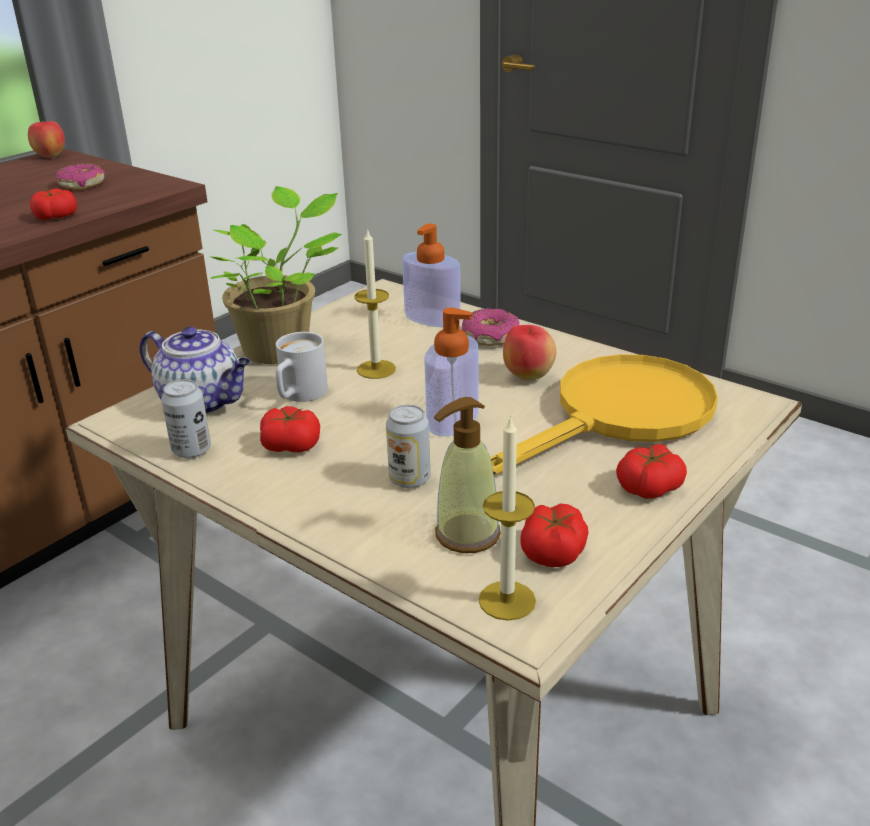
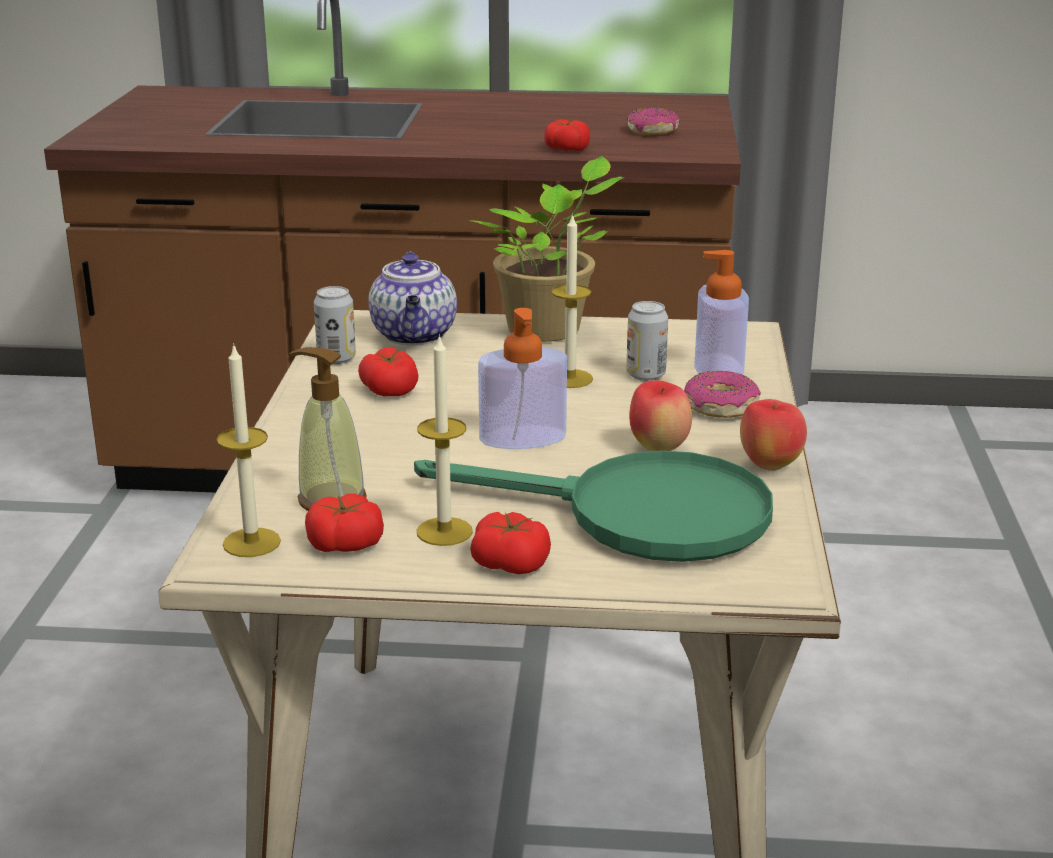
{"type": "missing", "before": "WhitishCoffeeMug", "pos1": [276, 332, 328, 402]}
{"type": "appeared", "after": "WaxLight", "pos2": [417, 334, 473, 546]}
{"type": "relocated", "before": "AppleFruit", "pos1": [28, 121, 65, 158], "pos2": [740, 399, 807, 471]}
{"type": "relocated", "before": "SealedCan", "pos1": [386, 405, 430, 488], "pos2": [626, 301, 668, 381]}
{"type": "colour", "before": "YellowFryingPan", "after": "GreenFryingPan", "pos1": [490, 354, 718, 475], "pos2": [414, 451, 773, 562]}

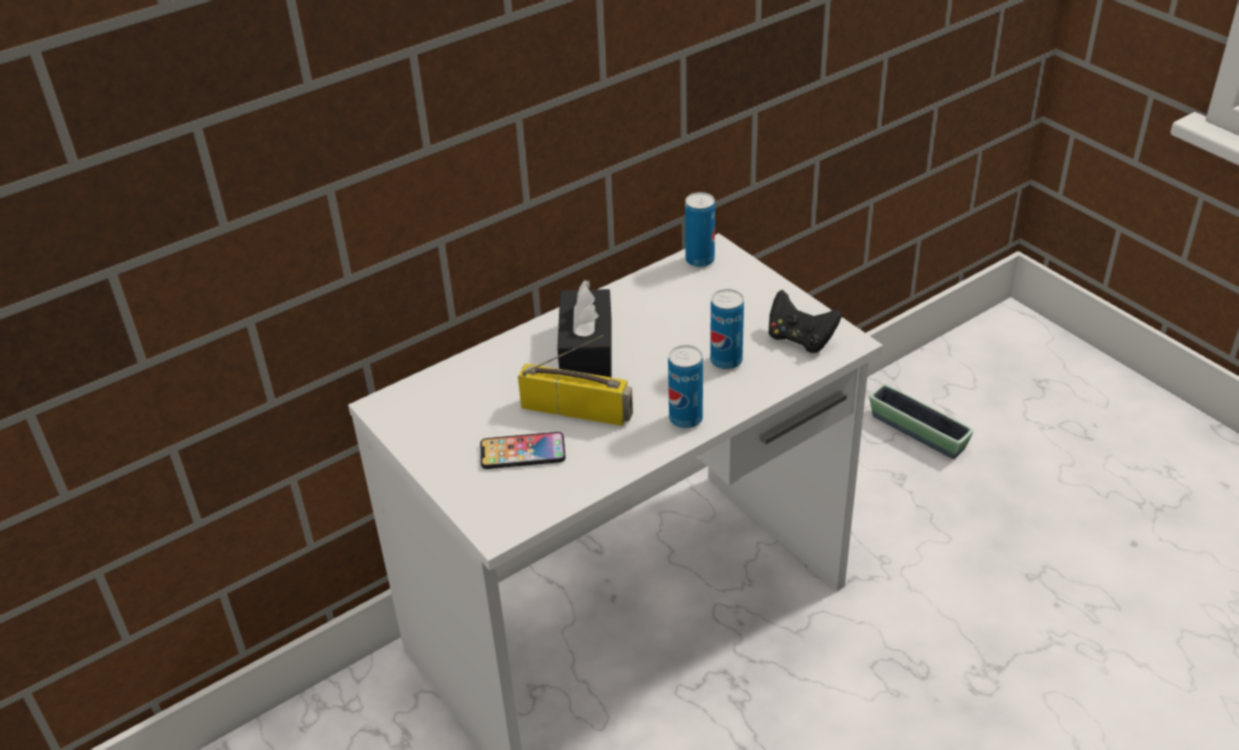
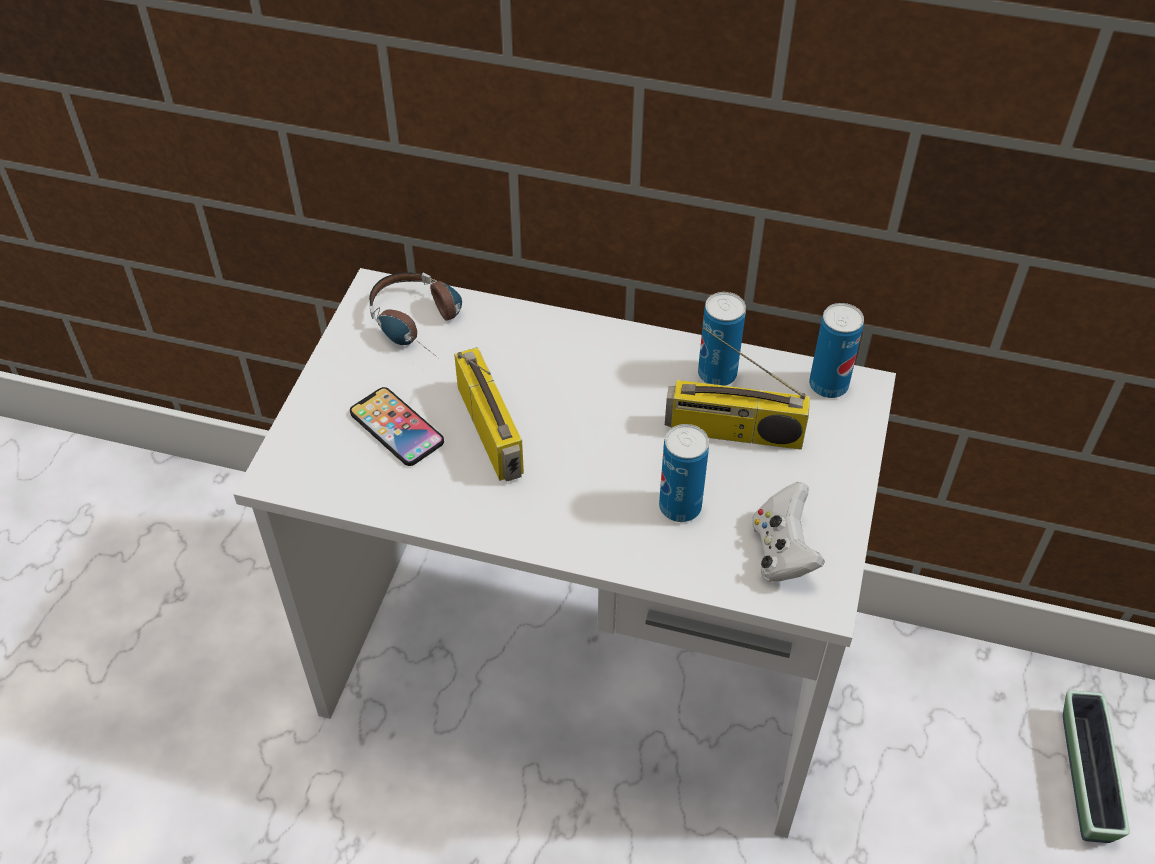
{"type": "missing", "before": "BlackBoxOfTissues", "pos1": [557, 280, 612, 378]}
{"type": "appeared", "after": "Headphones", "pos2": [369, 273, 462, 358]}
{"type": "appeared", "after": "RadioReceiver", "pos2": [665, 327, 810, 450]}
{"type": "relocated", "before": "SealedCan", "pos1": [668, 345, 703, 429], "pos2": [698, 292, 746, 386]}
{"type": "colour", "before": "BlackGameController", "after": "WhitishGameController", "pos1": [768, 290, 842, 353], "pos2": [752, 482, 825, 582]}

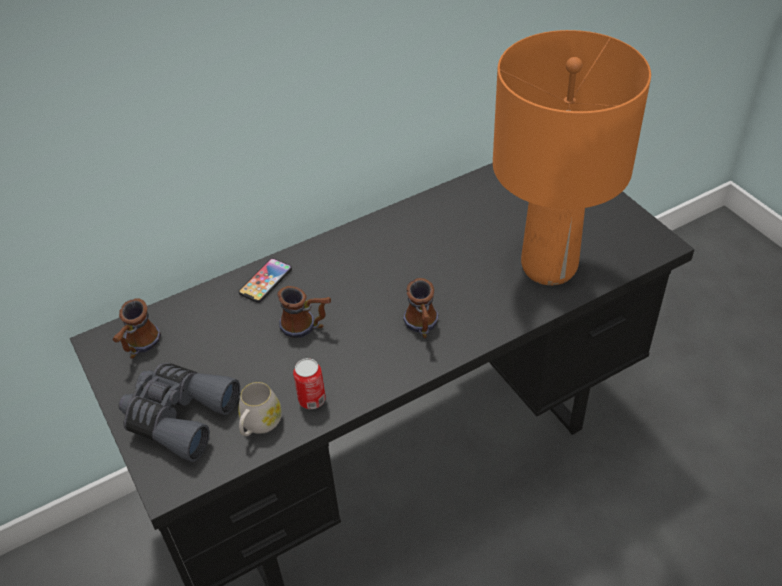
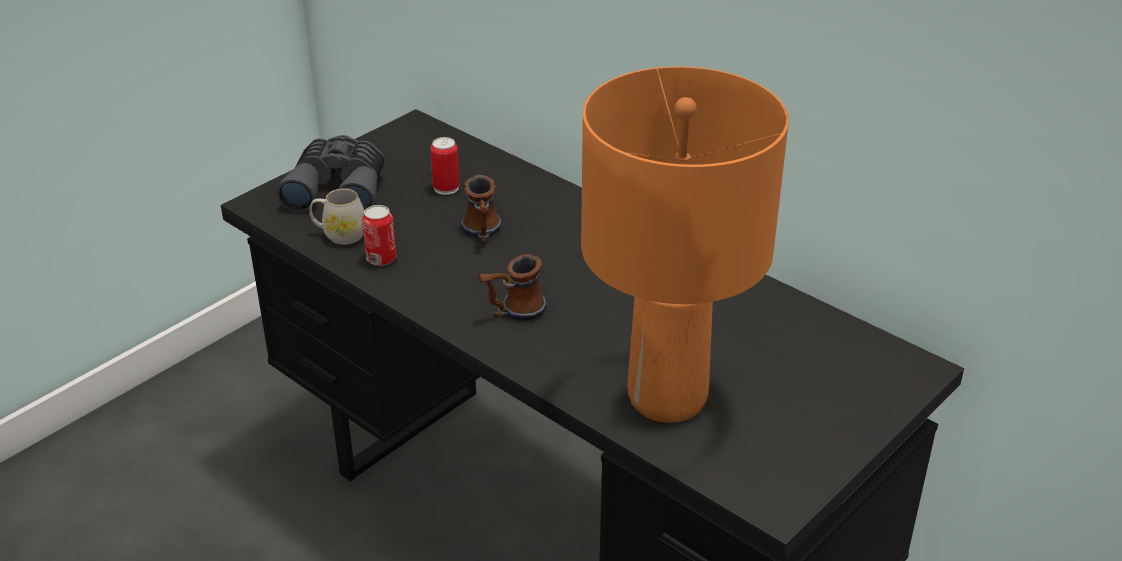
{"type": "missing", "before": "CoffeeMug", "pos1": [112, 299, 161, 358]}
{"type": "missing", "before": "Telephone", "pos1": [239, 258, 292, 303]}
{"type": "appeared", "after": "SealedCan", "pos2": [430, 137, 460, 195]}

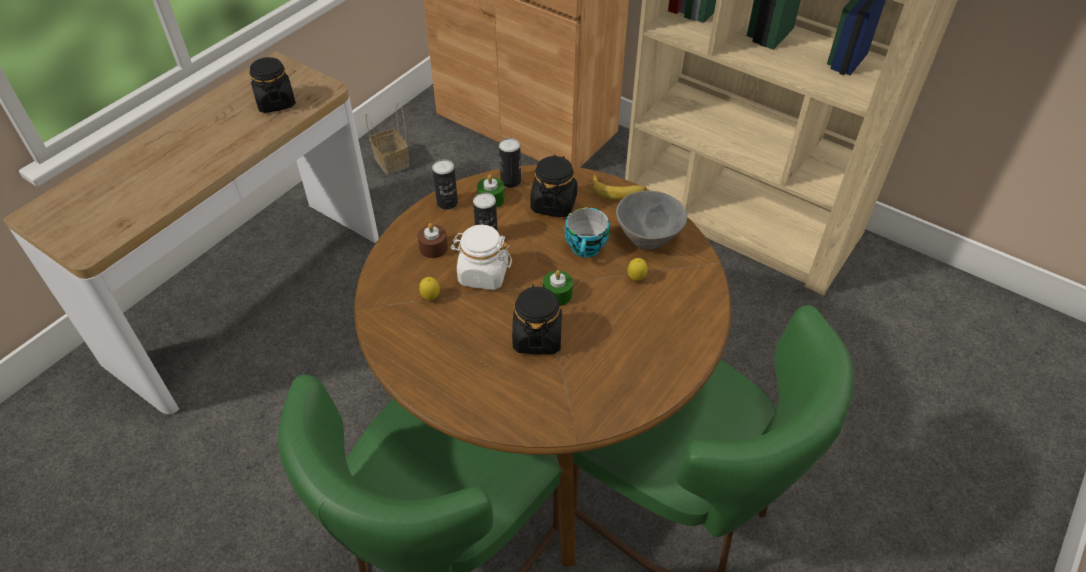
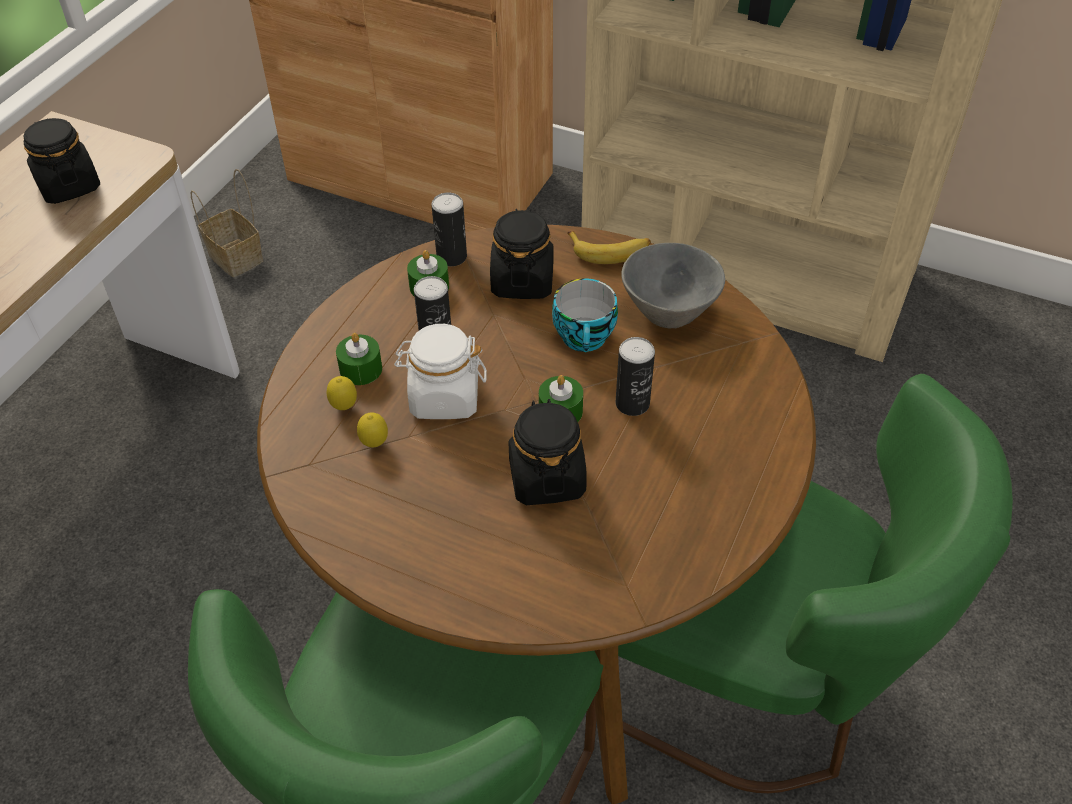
{"type": "relocated", "before": "SealedCan", "pos1": [432, 159, 458, 210], "pos2": [616, 337, 655, 416]}
{"type": "relocated", "before": "WholeLemon", "pos1": [628, 258, 648, 281], "pos2": [327, 376, 357, 410]}
{"type": "colour", "before": "BrownColouredWaxLight", "after": "GreenWaxLight", "pos1": [417, 223, 448, 258], "pos2": [336, 333, 382, 385]}

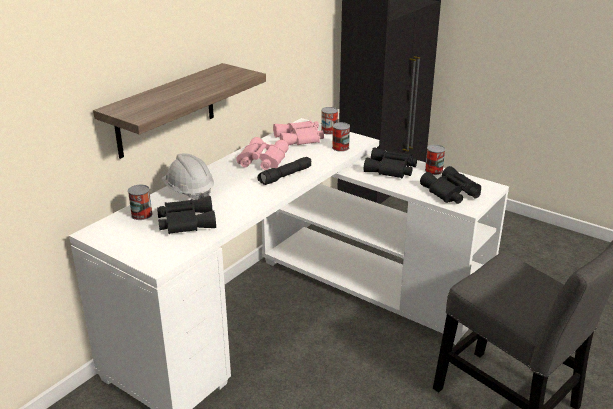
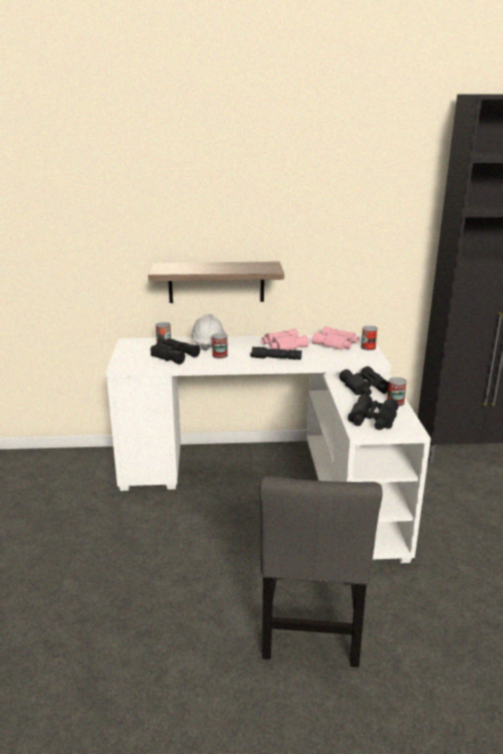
{"type": "relocated", "before": "SealedCan", "pos1": [332, 122, 350, 152], "pos2": [212, 333, 228, 359]}

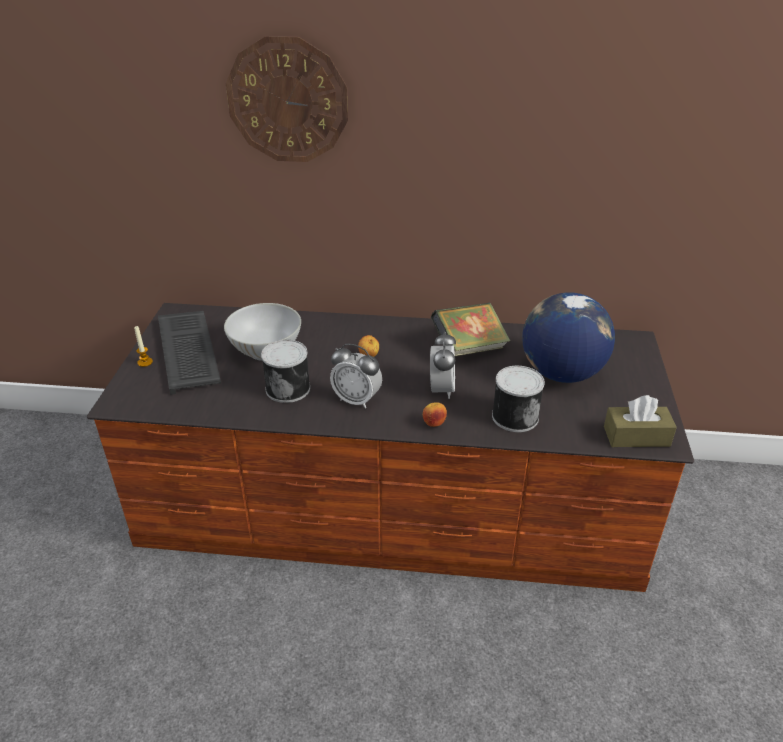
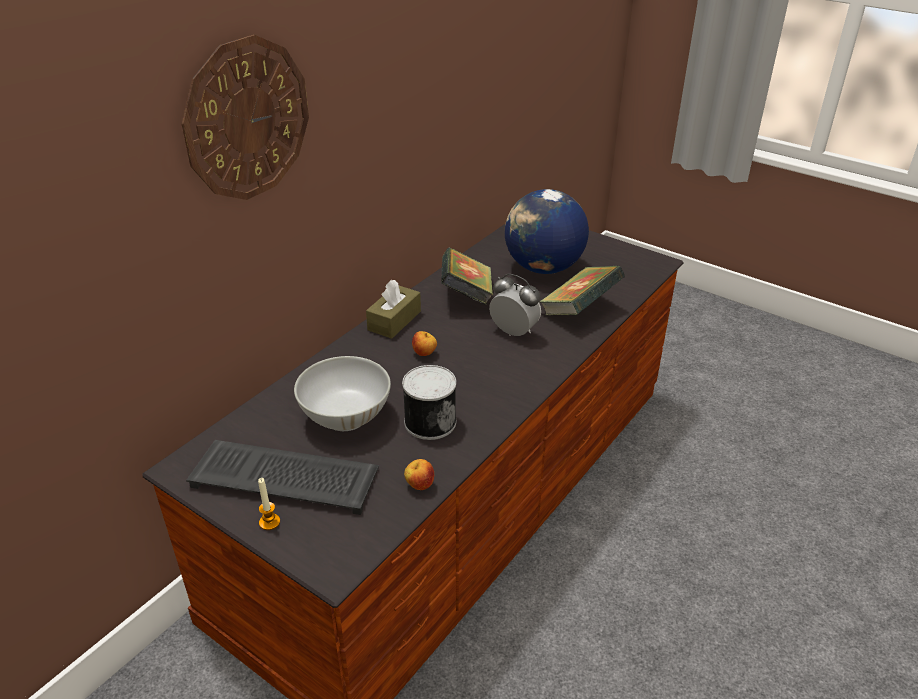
{"type": "missing", "before": "TableClock", "pos1": [330, 344, 382, 409]}
{"type": "relocated", "before": "AppleFruit", "pos1": [423, 402, 447, 427], "pos2": [404, 459, 434, 490]}
{"type": "relocated", "before": "BrownColouredBoxOfTissues", "pos1": [604, 395, 677, 447], "pos2": [366, 280, 421, 339]}
{"type": "exchanged", "before": "SealedCan", "after": "Book", "pos1": [492, 366, 545, 432], "pos2": [539, 266, 625, 316]}

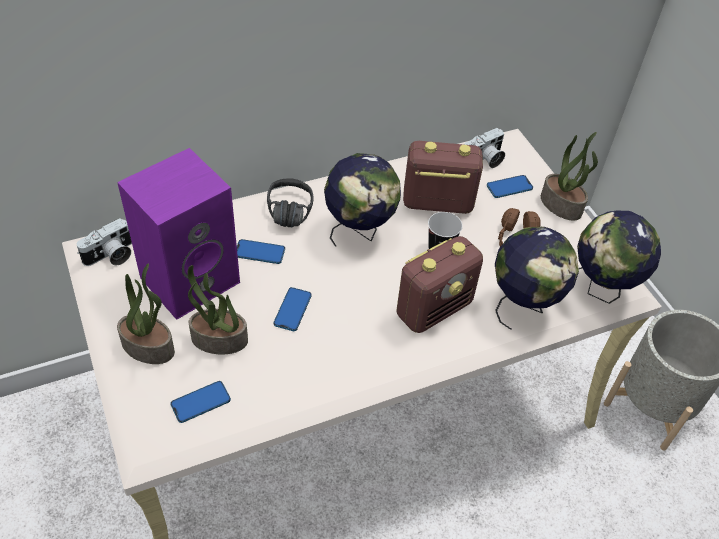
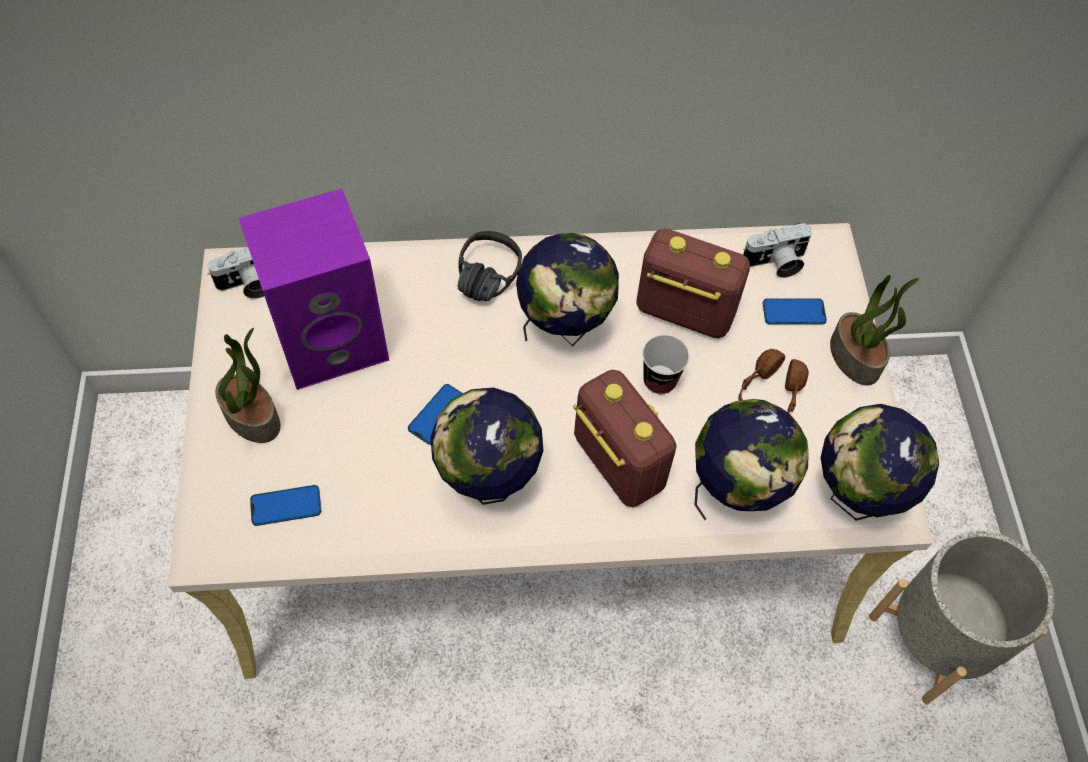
{"type": "missing", "before": "PottedPlant", "pos1": [188, 265, 248, 355]}
{"type": "missing", "before": "Telephone", "pos1": [237, 239, 285, 264]}
{"type": "appeared", "after": "WorldGlobe", "pos2": [430, 387, 544, 505]}
{"type": "spun", "before": "RadioReceiver", "pos1": [396, 236, 483, 333], "pos2": [572, 370, 676, 507], "turn": -105}

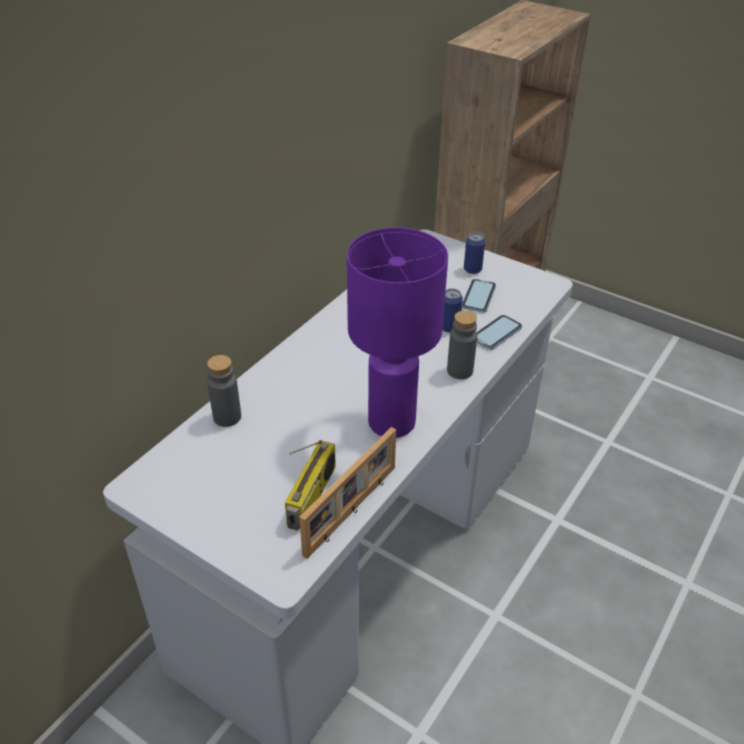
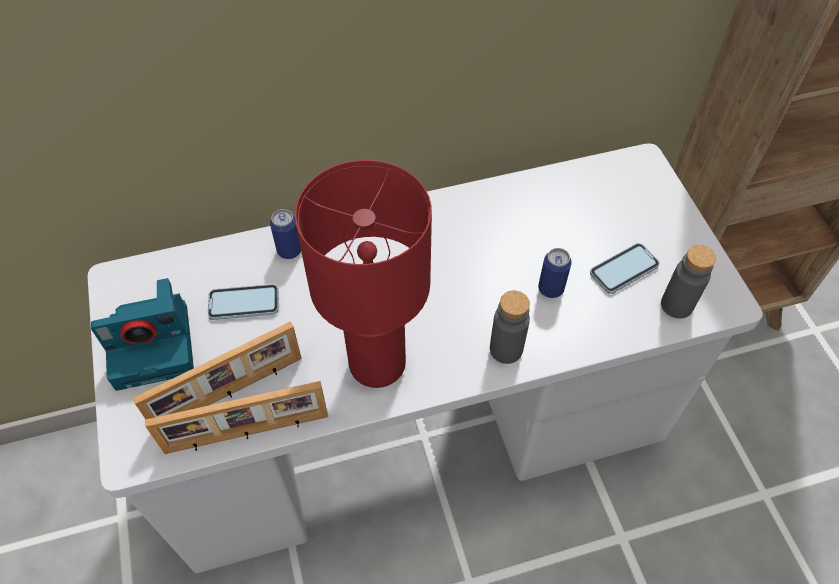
{"type": "appeared", "after": "PhotoCamera", "pos2": [91, 278, 194, 391]}
{"type": "relocated", "before": "GrayBeverageBottle", "pos1": [207, 355, 241, 427], "pos2": [661, 245, 716, 319]}
{"type": "relocated", "before": "SealedCan", "pos1": [464, 232, 485, 274], "pos2": [270, 209, 301, 259]}
{"type": "relocated", "before": "Telephone", "pos1": [477, 315, 522, 350], "pos2": [208, 284, 279, 320]}
{"type": "exchanged", "before": "RadioReceiver", "after": "PictureFrame", "pos1": [285, 440, 336, 531], "pos2": [133, 321, 302, 419]}
{"type": "colour", "before": "PurpleColouredLampForATable", "after": "RedColouredLampForATable", "pos1": [347, 227, 448, 438], "pos2": [295, 160, 432, 388]}

